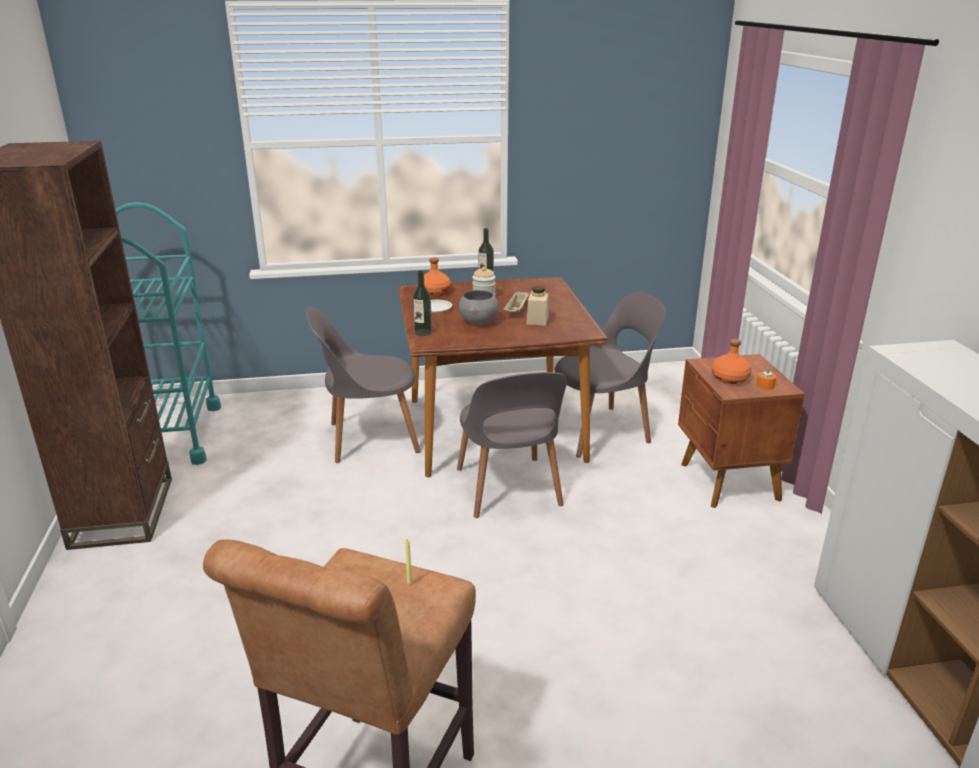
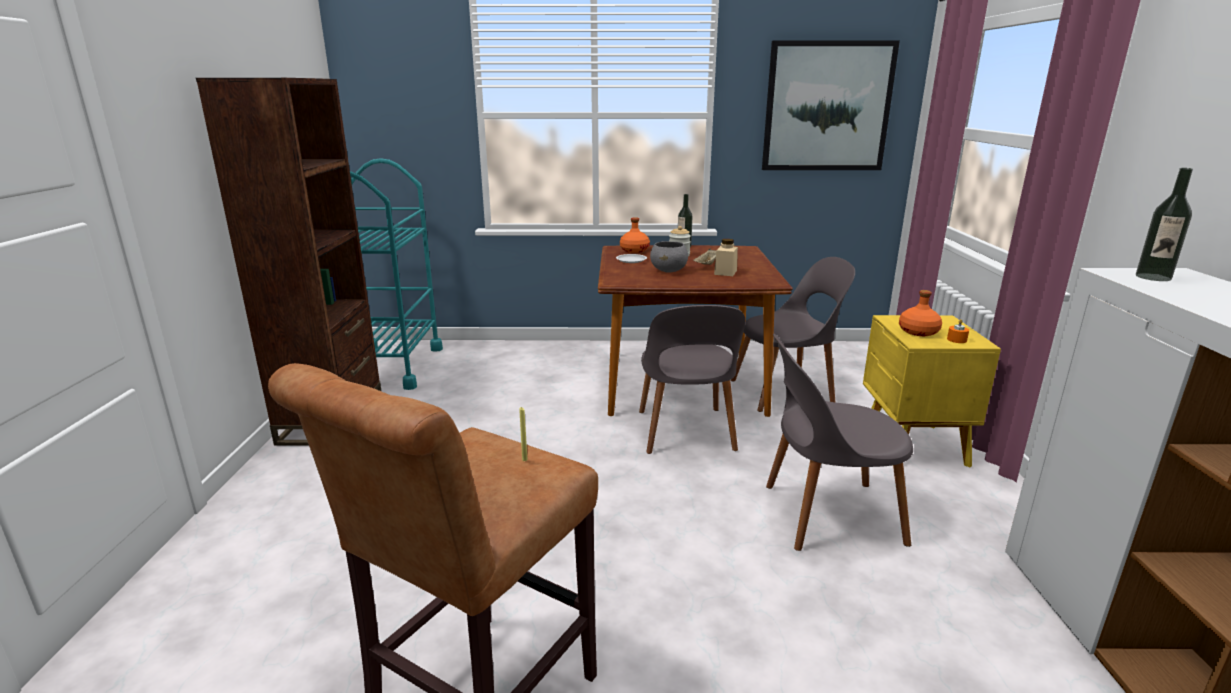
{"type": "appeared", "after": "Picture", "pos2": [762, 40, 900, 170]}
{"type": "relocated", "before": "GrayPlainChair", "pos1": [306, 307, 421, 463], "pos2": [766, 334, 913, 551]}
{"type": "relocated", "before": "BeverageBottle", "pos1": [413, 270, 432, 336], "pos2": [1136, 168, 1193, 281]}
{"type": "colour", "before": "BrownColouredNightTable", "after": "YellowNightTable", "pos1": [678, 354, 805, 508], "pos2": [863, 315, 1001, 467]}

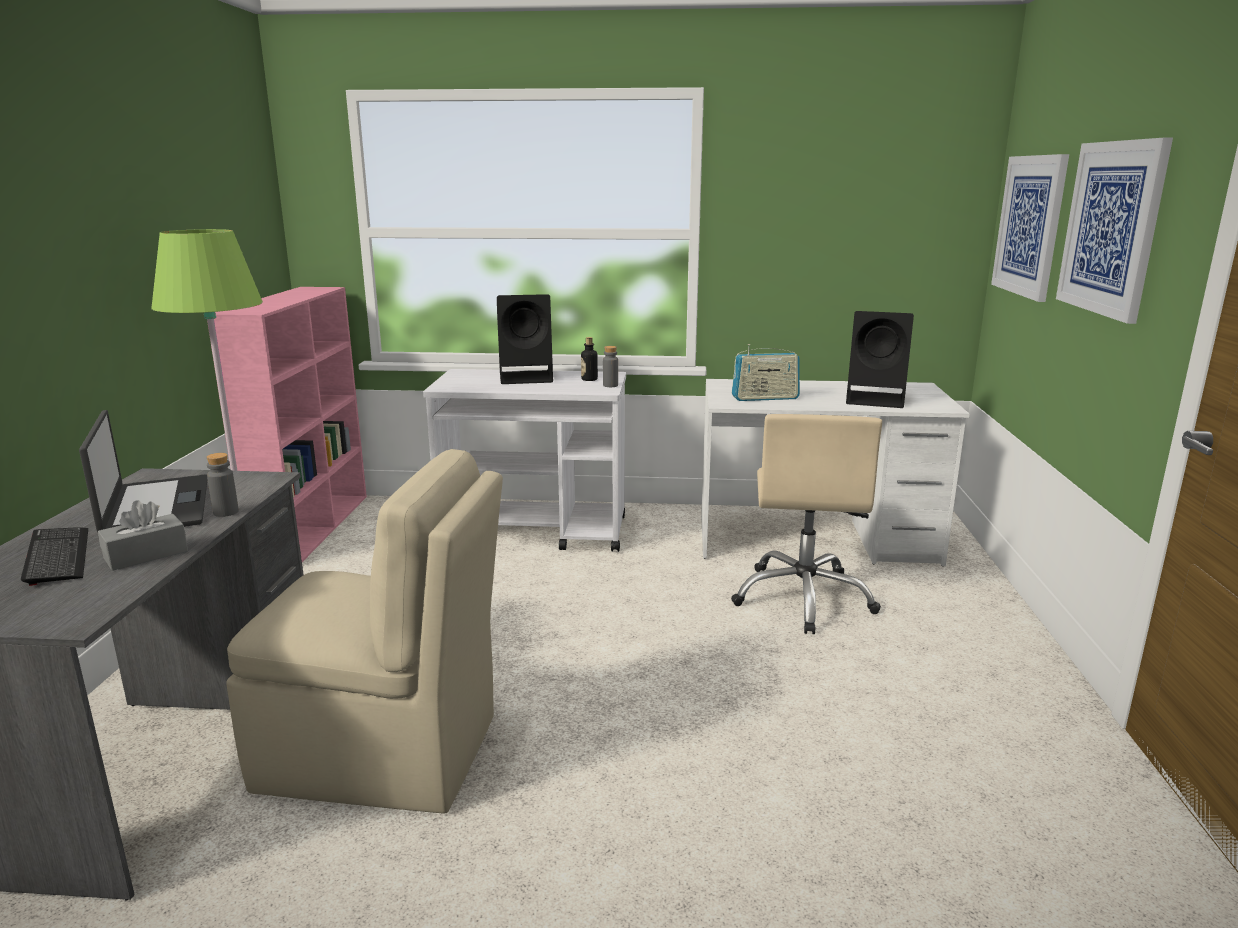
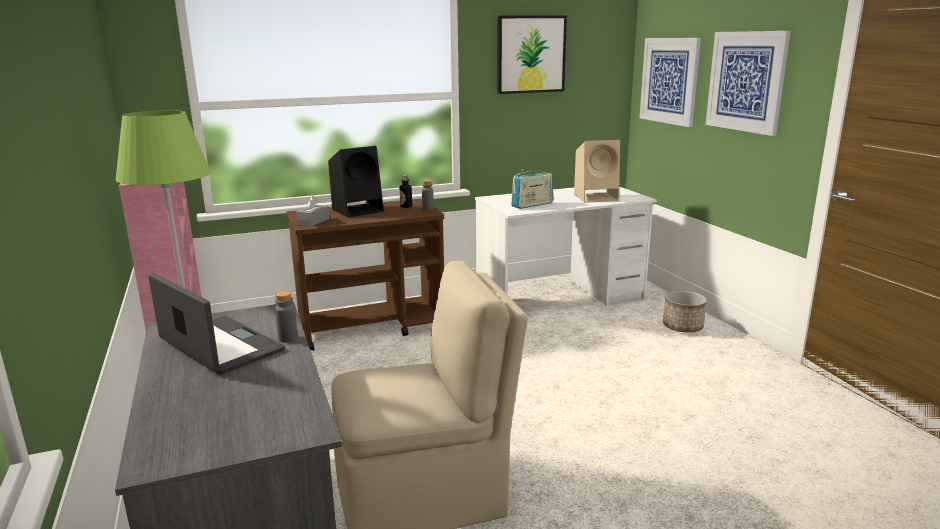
{"type": "missing", "before": "Keyboard", "pos1": [21, 527, 88, 586]}
{"type": "missing", "before": "BeigeComputerChair", "pos1": [731, 414, 882, 634]}
{"type": "appeared", "after": "Picture", "pos2": [497, 16, 567, 94]}
{"type": "appeared", "after": "PlantPot", "pos2": [663, 291, 707, 333]}
{"type": "relocated", "before": "GrayBoxOfTissues", "pos1": [98, 500, 188, 571], "pos2": [296, 196, 329, 227]}
{"type": "colour", "before": "WhitishCart", "after": "BrownColouredCart", "pos1": [423, 369, 626, 552], "pos2": [286, 199, 444, 351]}
{"type": "colour", "before": "BlackLoudspeaker", "after": "BeigeLoudspeaker", "pos1": [846, 311, 914, 408], "pos2": [574, 140, 620, 203]}

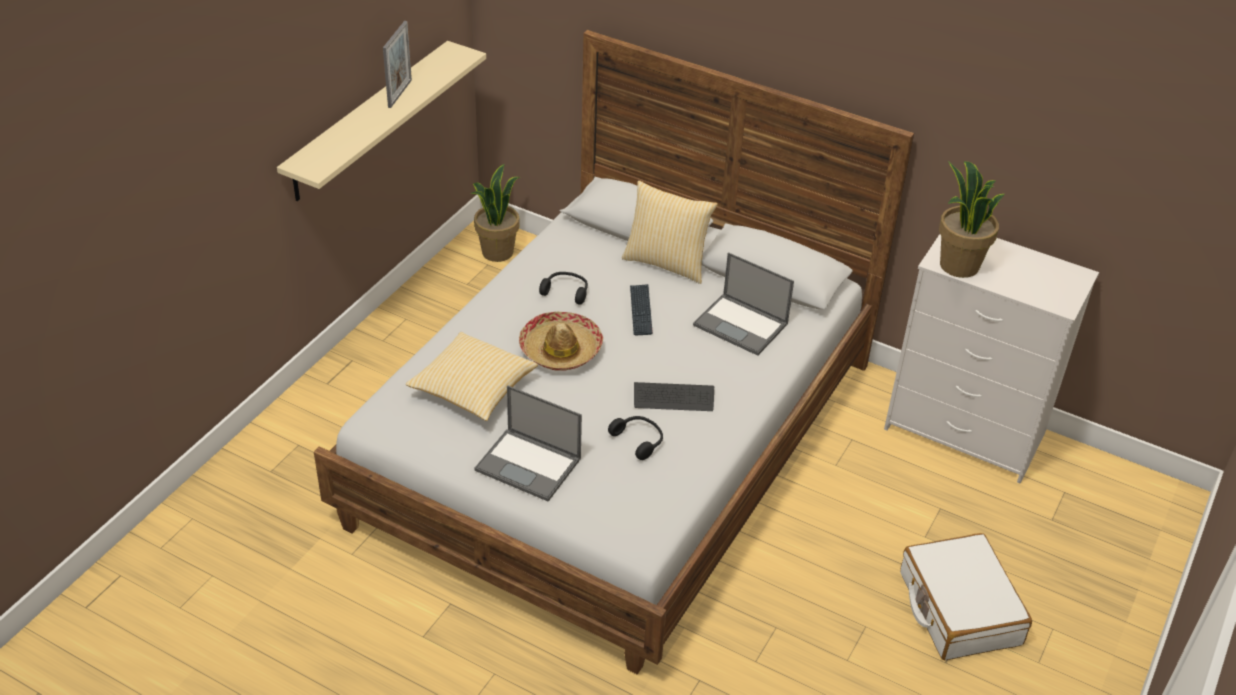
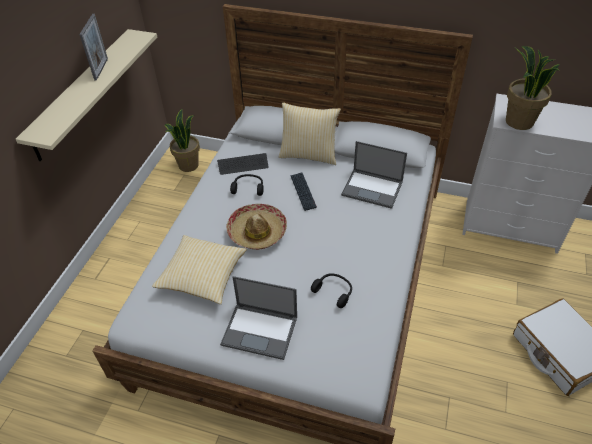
{"type": "relocated", "before": "Keyboard", "pos1": [634, 382, 714, 411], "pos2": [217, 153, 268, 175]}

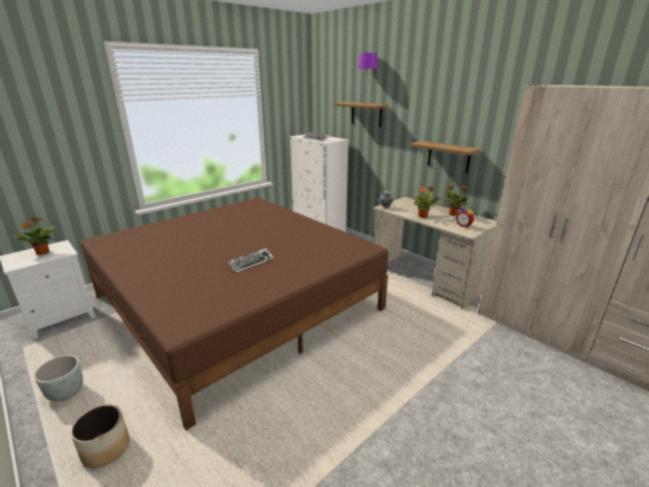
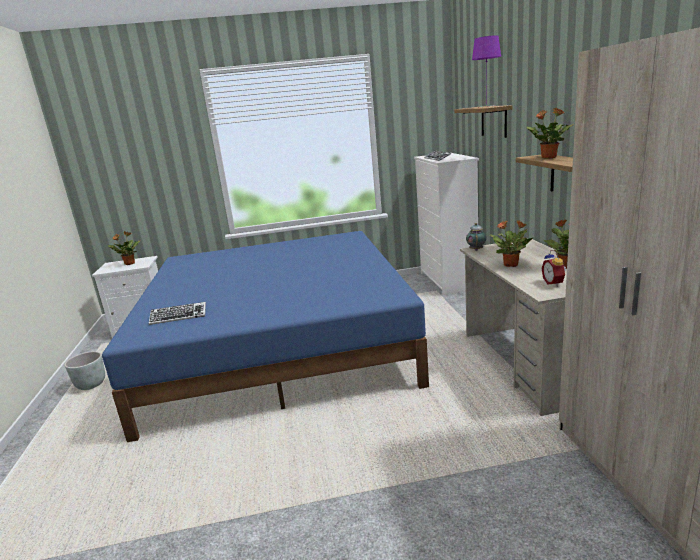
{"type": "missing", "before": "PlantPot", "pos1": [71, 404, 130, 468]}
{"type": "appeared", "after": "PottedPlant", "pos2": [527, 108, 574, 159]}
{"type": "relocated", "before": "Keyboard", "pos1": [228, 248, 274, 273], "pos2": [149, 302, 206, 325]}
{"type": "colour", "before": "BrownColouredBed", "after": "BlueColouredBed", "pos1": [81, 198, 388, 430], "pos2": [102, 231, 429, 442]}

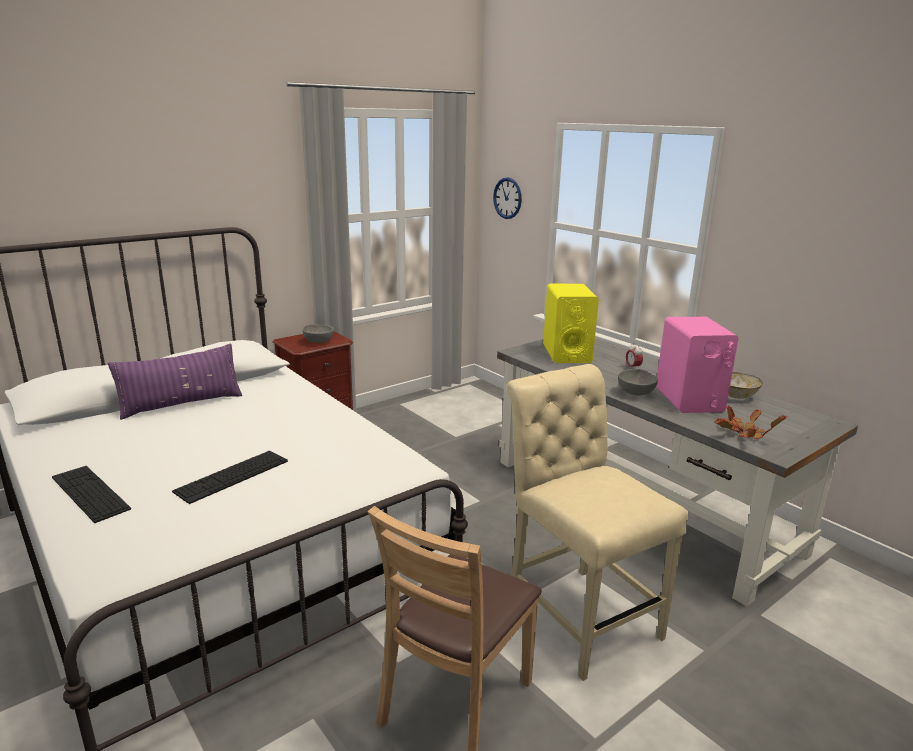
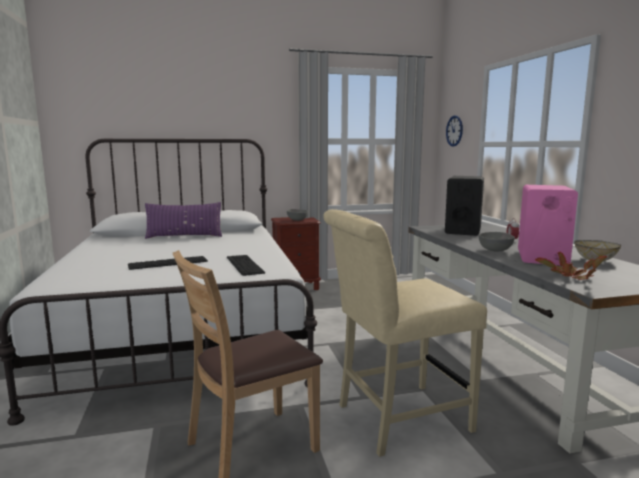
{"type": "relocated", "before": "Keyboard", "pos1": [52, 466, 131, 523], "pos2": [227, 255, 265, 276]}
{"type": "colour", "before": "YellowLoudspeaker", "after": "BlackLoudspeaker", "pos1": [543, 283, 599, 363], "pos2": [445, 176, 484, 236]}
{"type": "spun", "before": "BeigePlainChair", "pos1": [507, 364, 688, 681], "pos2": [323, 209, 487, 457], "turn": -105}

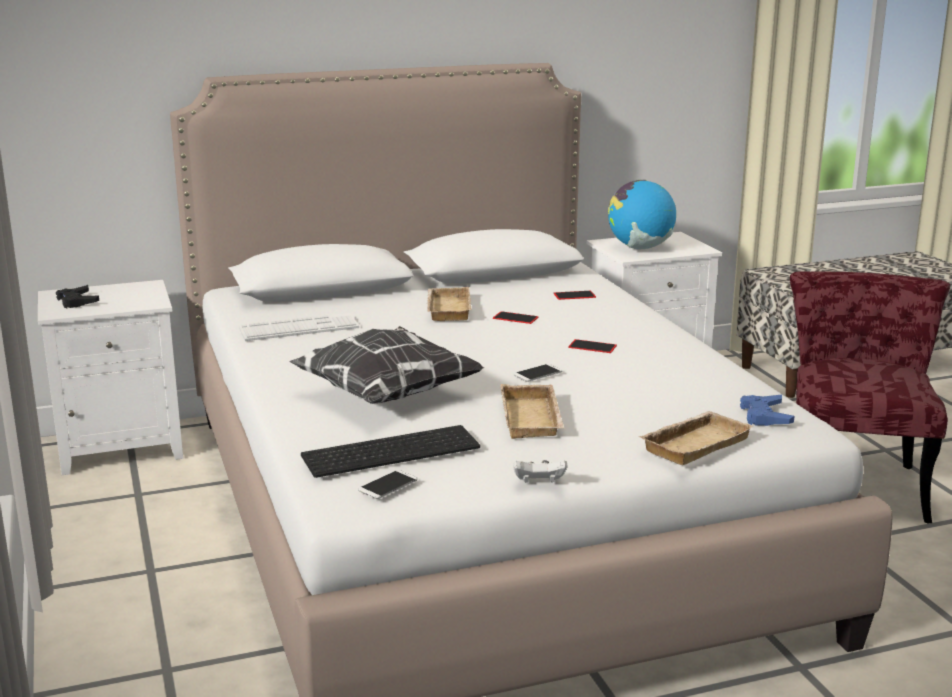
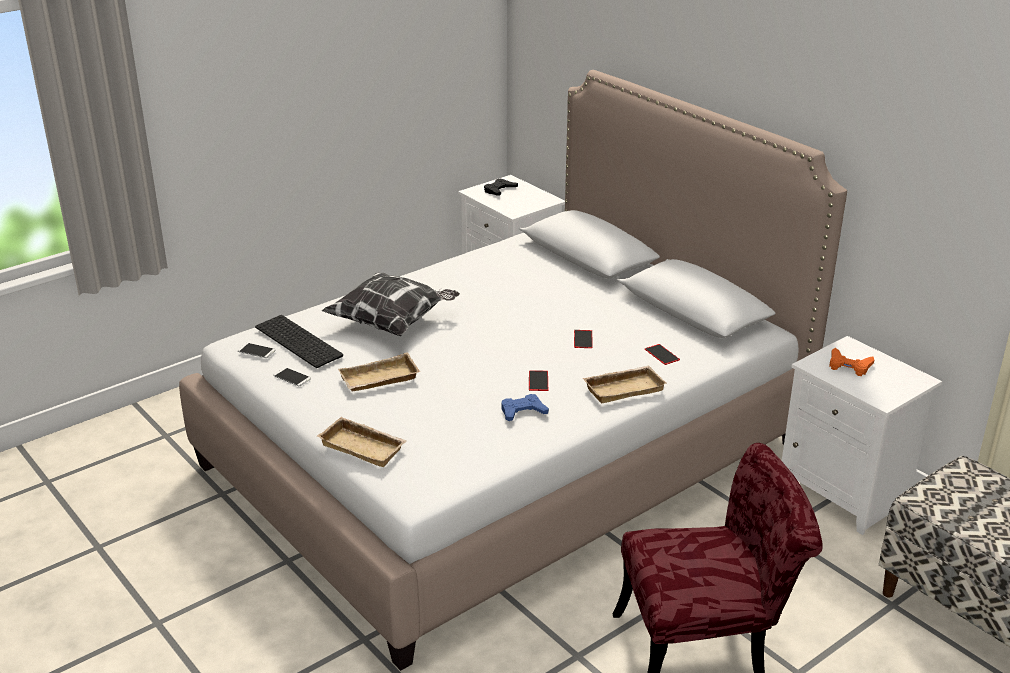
{"type": "missing", "before": "Keyboard", "pos1": [239, 313, 359, 341]}
{"type": "missing", "before": "WhitishGameController", "pos1": [513, 460, 567, 482]}
{"type": "relocated", "before": "BeigeServingTray", "pos1": [427, 287, 472, 321], "pos2": [583, 366, 667, 403]}
{"type": "relocated", "before": "Telephone", "pos1": [514, 364, 562, 382], "pos2": [274, 367, 311, 386]}
{"type": "relocated", "before": "BlueColouredGameController", "pos1": [740, 395, 794, 426], "pos2": [502, 394, 549, 421]}
{"type": "exchanged", "before": "WorldGlobe", "after": "OrangeGameController", "pos1": [608, 180, 676, 250], "pos2": [829, 348, 874, 376]}

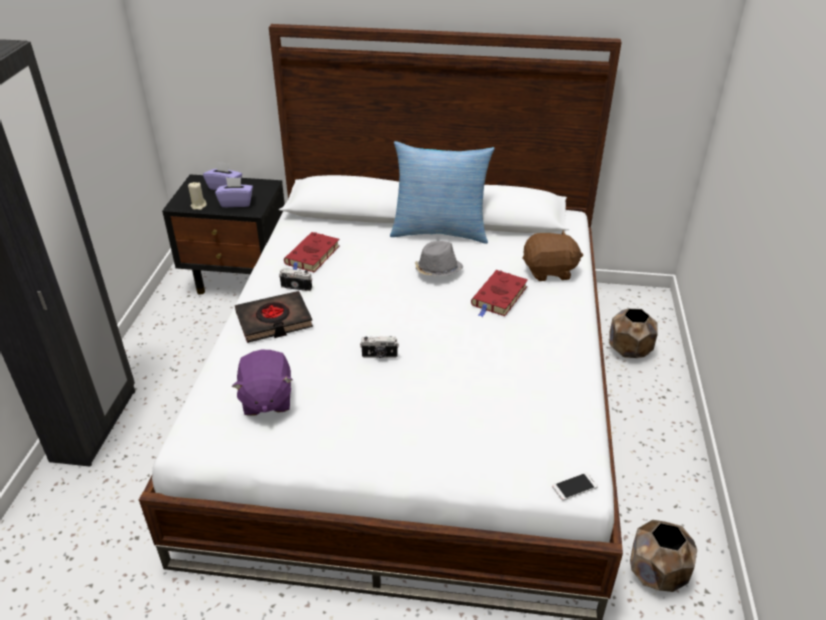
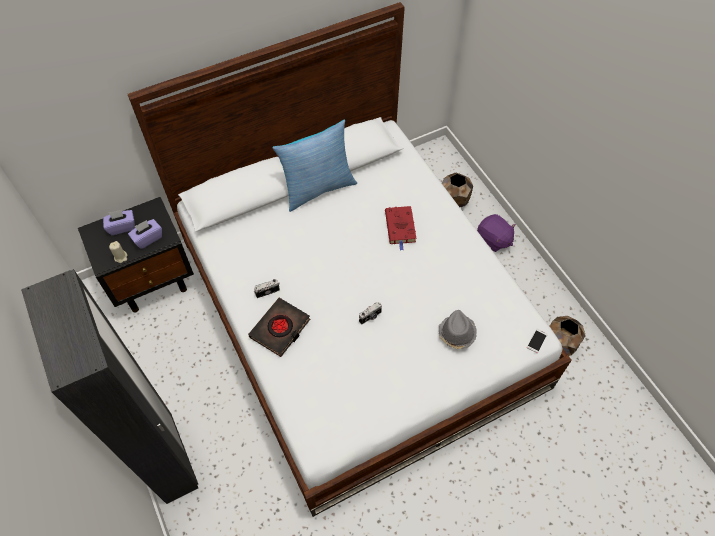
{"type": "missing", "before": "RedColouredBook", "pos1": [284, 232, 340, 272]}
{"type": "missing", "before": "BrownColouredSoftToy", "pos1": [523, 230, 583, 281]}
{"type": "relocated", "before": "PurpleColouredSoftToy", "pos1": [232, 350, 293, 416], "pos2": [477, 214, 516, 252]}
{"type": "relocated", "before": "GrayClothingHat", "pos1": [415, 241, 463, 277], "pos2": [439, 310, 476, 349]}

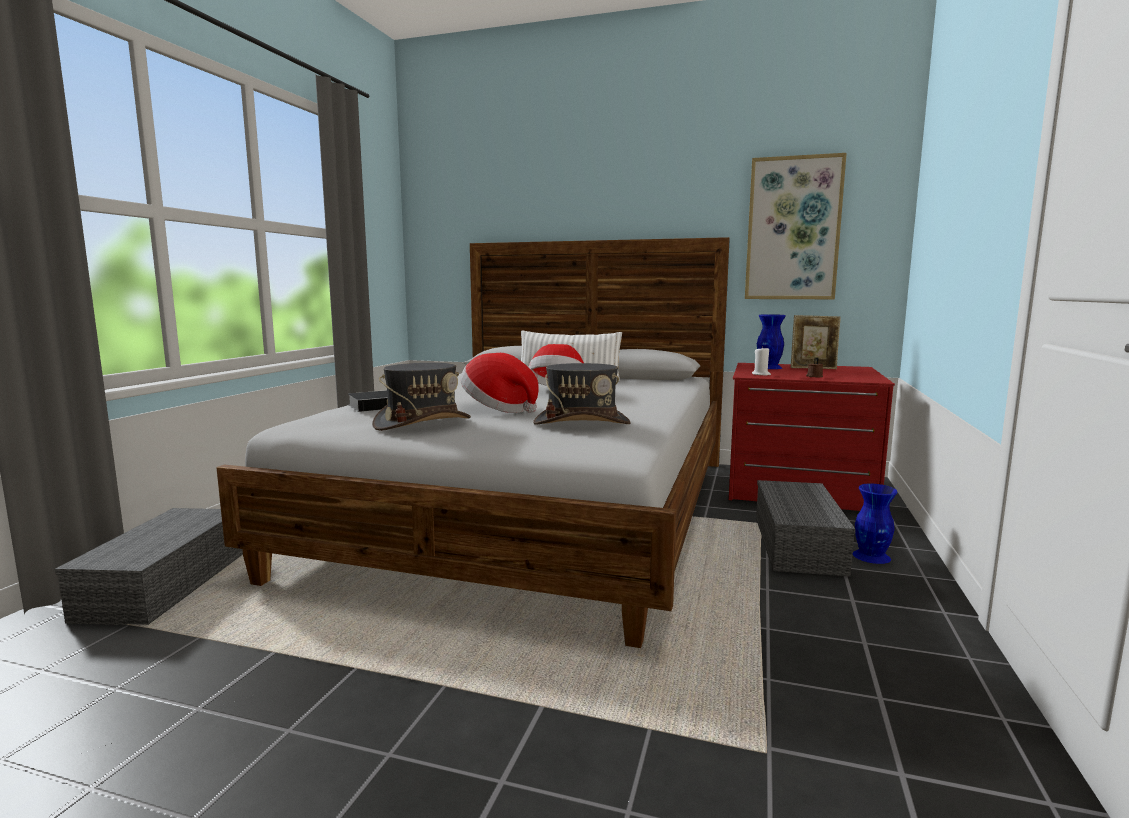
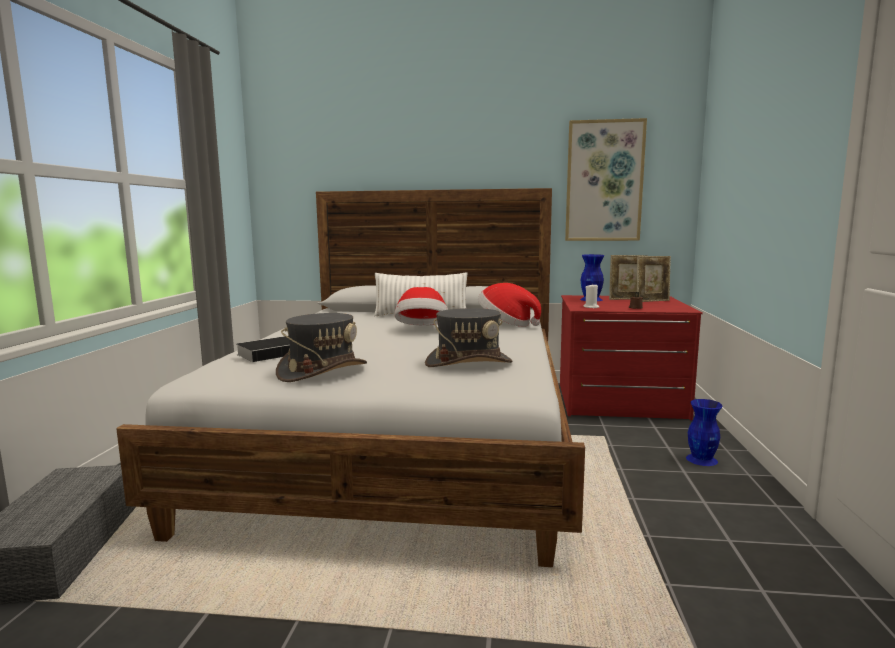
{"type": "missing", "before": "GrayStorageBin", "pos1": [756, 480, 856, 577]}
{"type": "appeared", "after": "PictureFrame", "pos2": [637, 256, 671, 302]}
{"type": "relocated", "before": "ClothingHat", "pos1": [460, 353, 539, 413], "pos2": [478, 283, 541, 327]}

